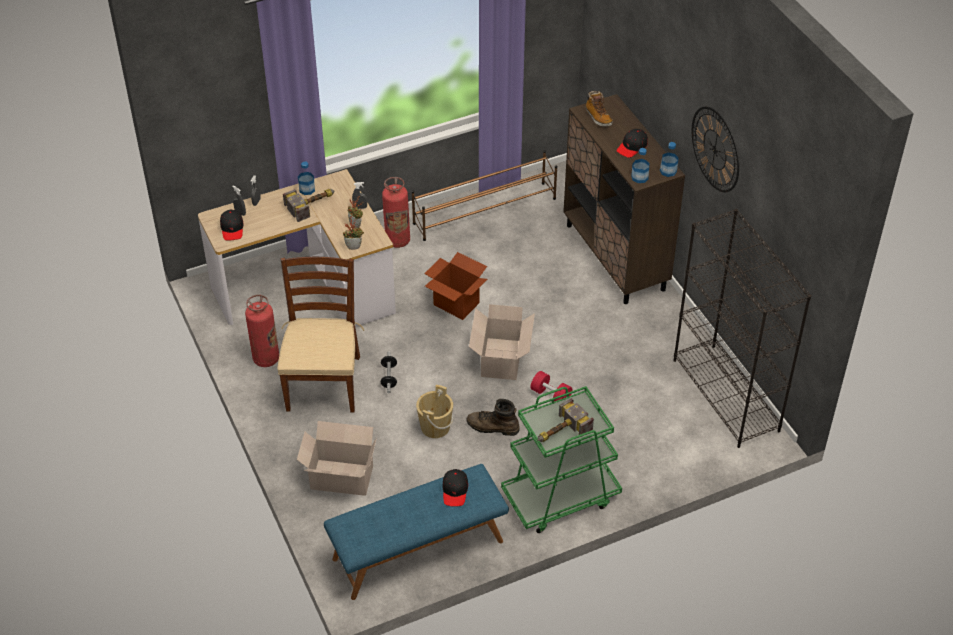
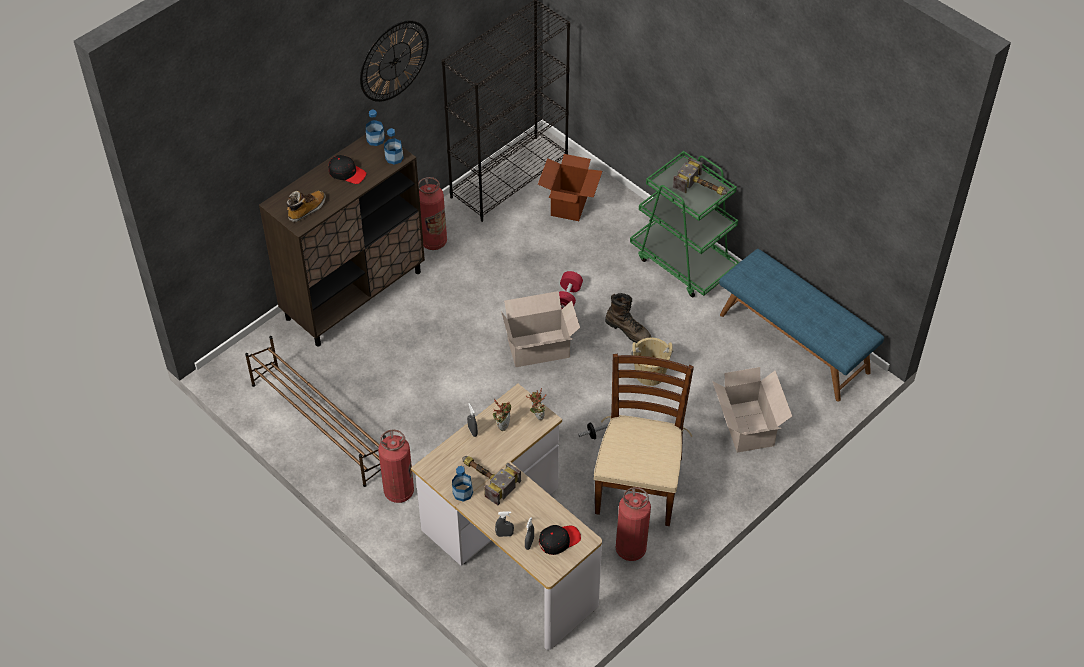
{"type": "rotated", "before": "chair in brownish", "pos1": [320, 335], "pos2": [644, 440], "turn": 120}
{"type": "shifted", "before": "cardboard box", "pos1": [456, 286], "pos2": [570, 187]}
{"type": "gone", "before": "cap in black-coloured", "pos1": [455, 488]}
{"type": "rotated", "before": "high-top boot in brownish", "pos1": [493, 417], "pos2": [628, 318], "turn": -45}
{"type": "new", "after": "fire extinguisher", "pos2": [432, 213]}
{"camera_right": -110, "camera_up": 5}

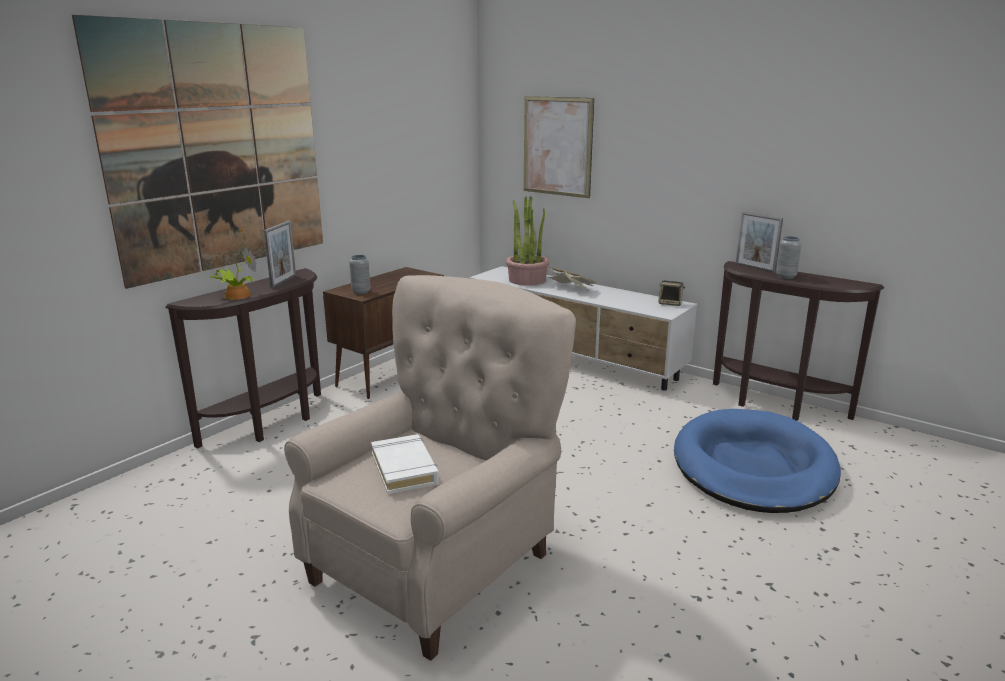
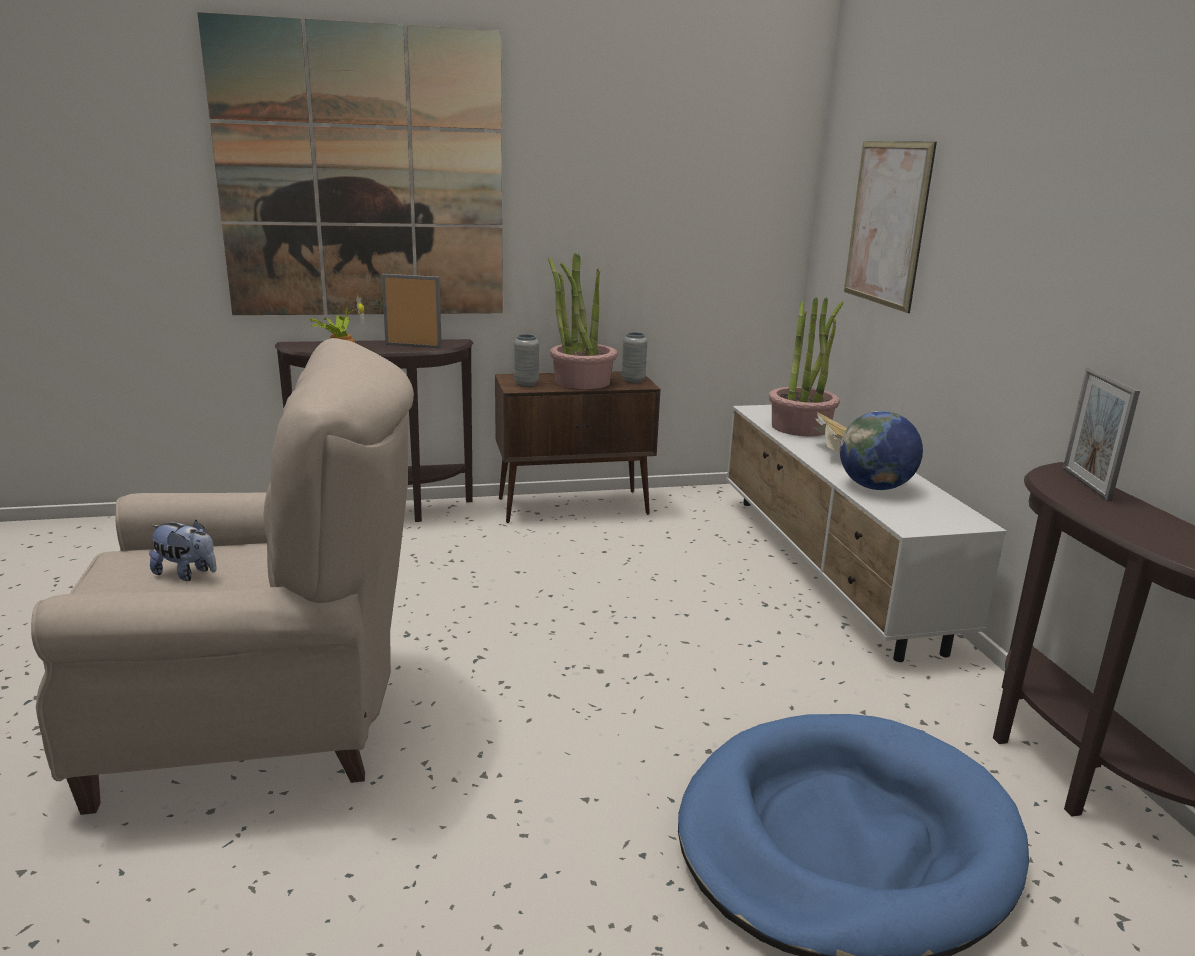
{"type": "rotated", "before": "photo frame", "pos1": [280, 254], "pos2": [412, 311], "turn": -135}
{"type": "swapped", "before": "bound book in white-coloured", "after": "cuddly toy", "pos1": [405, 464], "pos2": [183, 550]}
{"type": "gone", "before": "audio speaker", "pos1": [671, 293]}
{"type": "shifted", "before": "flower vase in grey", "pos1": [789, 257], "pos2": [635, 357]}
{"type": "new", "after": "houseplant", "pos2": [582, 321]}
{"type": "new", "after": "globe", "pos2": [881, 450]}
{"camera_right": 40, "camera_up": 0}

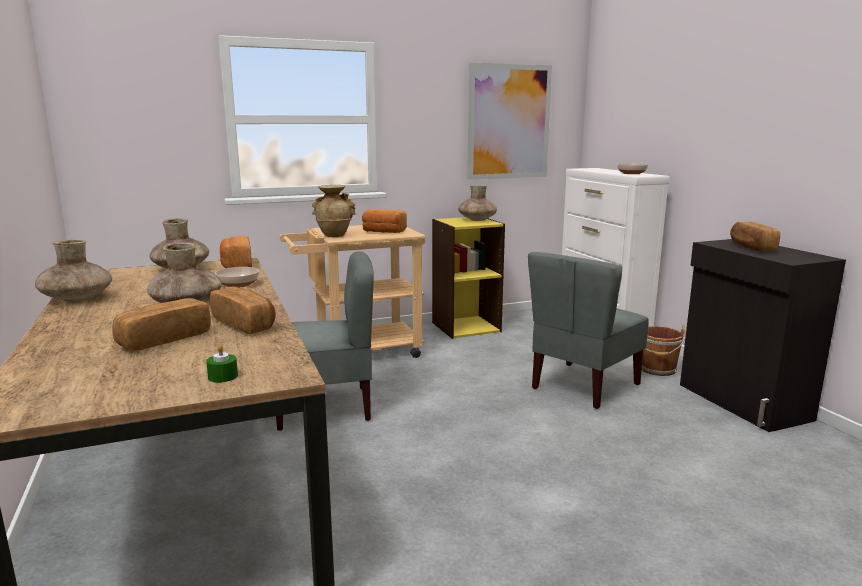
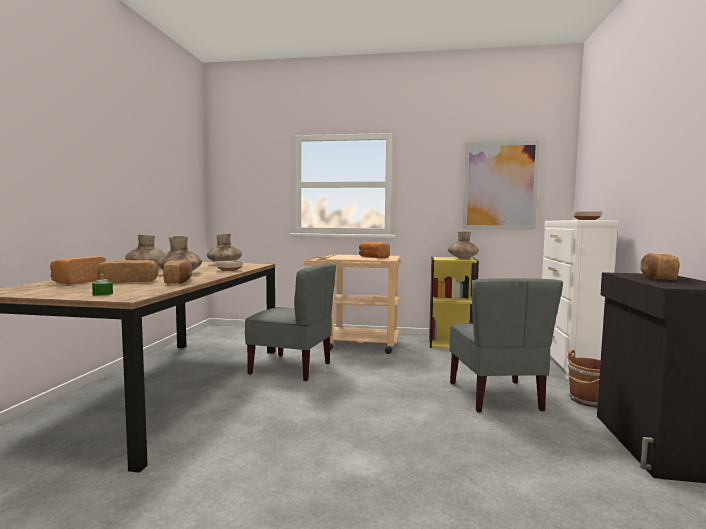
{"type": "shifted", "before": "bread", "pos1": [236, 251], "pos2": [78, 270]}
{"type": "gone", "before": "flower vase in sand-coloured", "pos1": [334, 211]}
{"type": "rotated", "before": "chair in grey", "pos1": [588, 330], "pos2": [506, 345], "turn": -75}
{"camera_right": 30, "camera_up": -10}

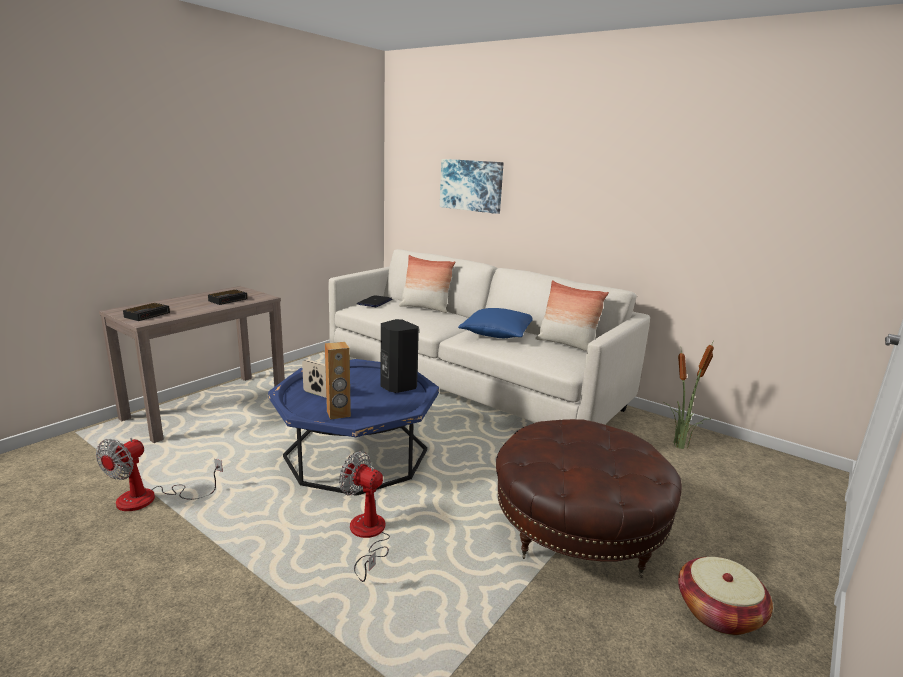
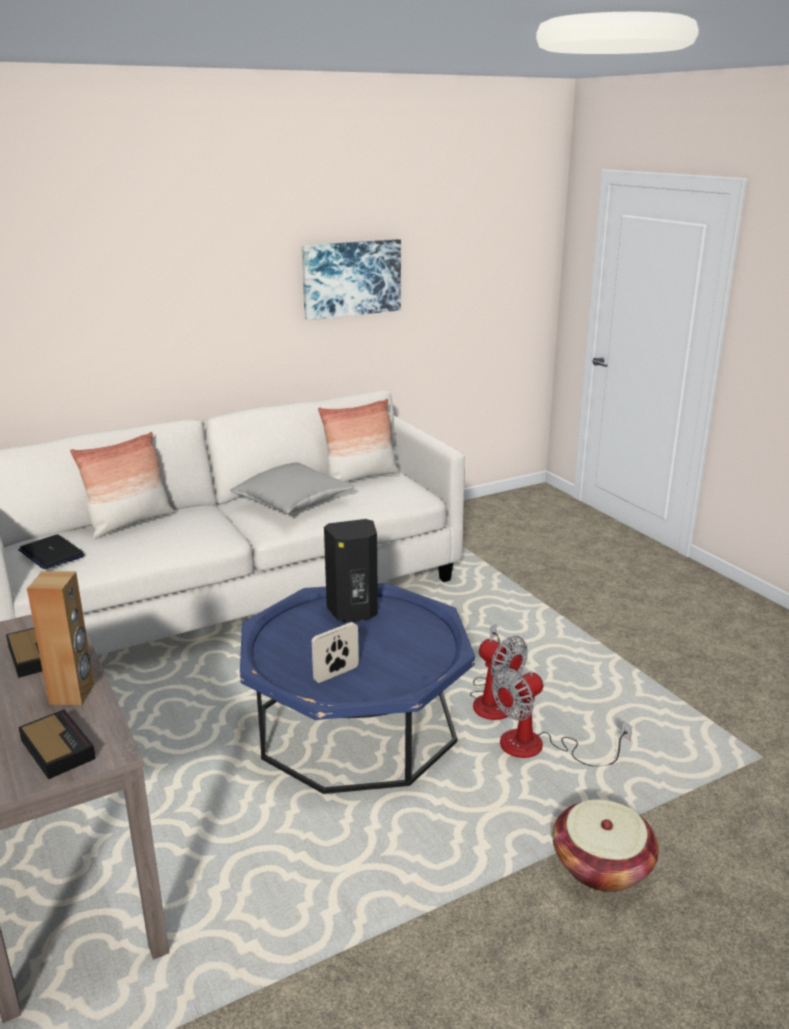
{"type": "shifted", "before": "fan", "pos1": [159, 474], "pos2": [499, 671]}
{"type": "shifted", "before": "audio speaker in brownish", "pos1": [338, 381], "pos2": [61, 638]}
{"type": "shifted", "before": "wall picture", "pos1": [472, 186], "pos2": [351, 279]}
{"type": "repainted", "before": "pillow in blue-coloured", "after": "pillow in grey", "pos1": [495, 323], "pos2": [292, 488]}
{"type": "gone", "before": "footrest in brownish", "pos1": [589, 498]}
{"type": "gone", "before": "houseplant", "pos1": [689, 393]}
{"type": "shifted", "before": "basket", "pos1": [725, 596], "pos2": [606, 845]}
{"camera_right": -65, "camera_up": 5}

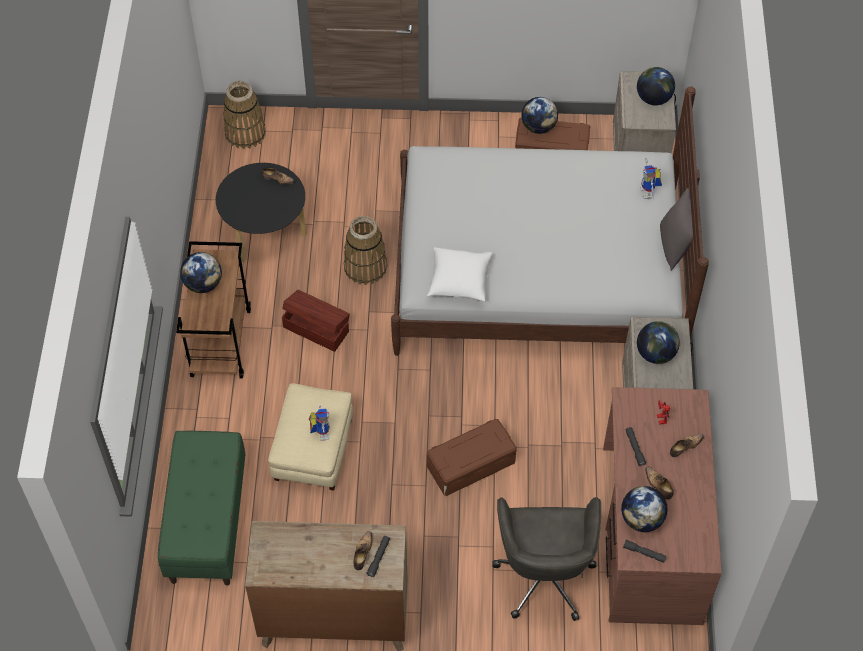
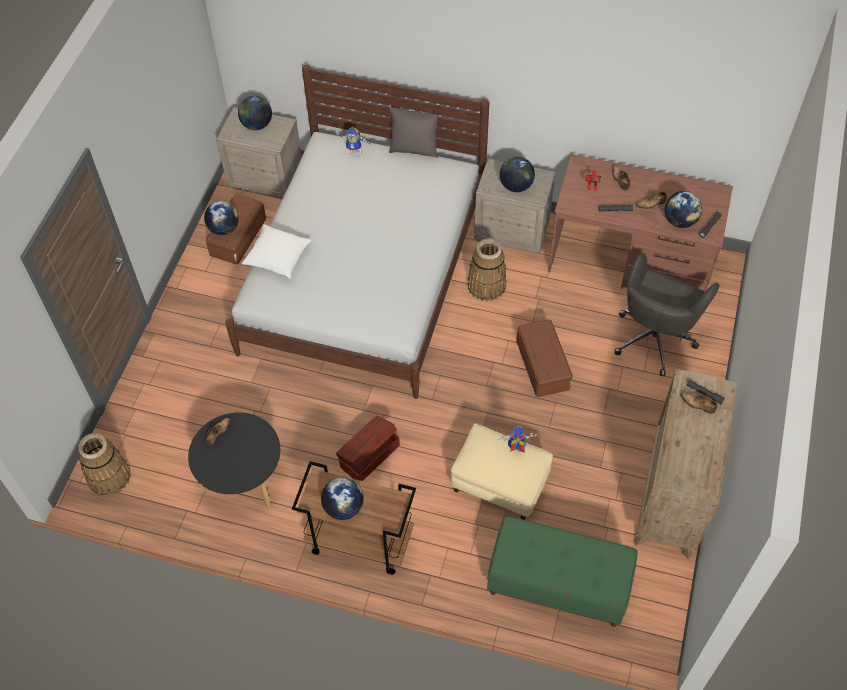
{"type": "shifted", "before": "basket", "pos1": [365, 250], "pos2": [487, 269]}
{"type": "shifted", "before": "pillow in white-coloured", "pos1": [460, 274], "pos2": [276, 251]}
{"type": "rotated", "before": "computer chair in grey", "pos1": [546, 559], "pos2": [667, 314], "turn": 105}
{"camera_right": -75, "camera_up": 0}

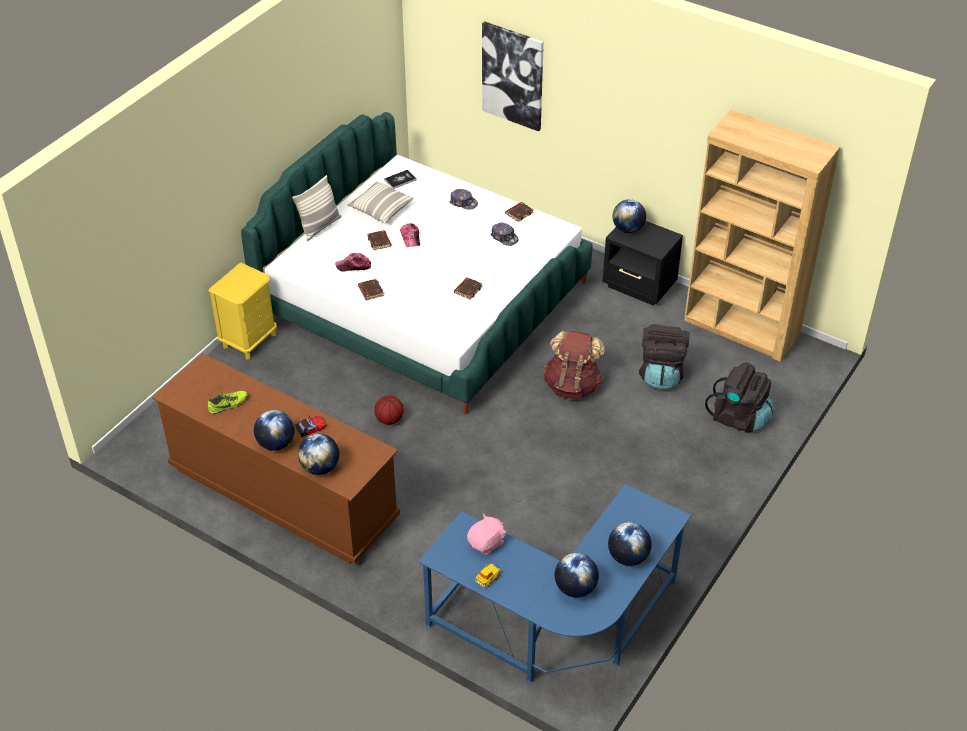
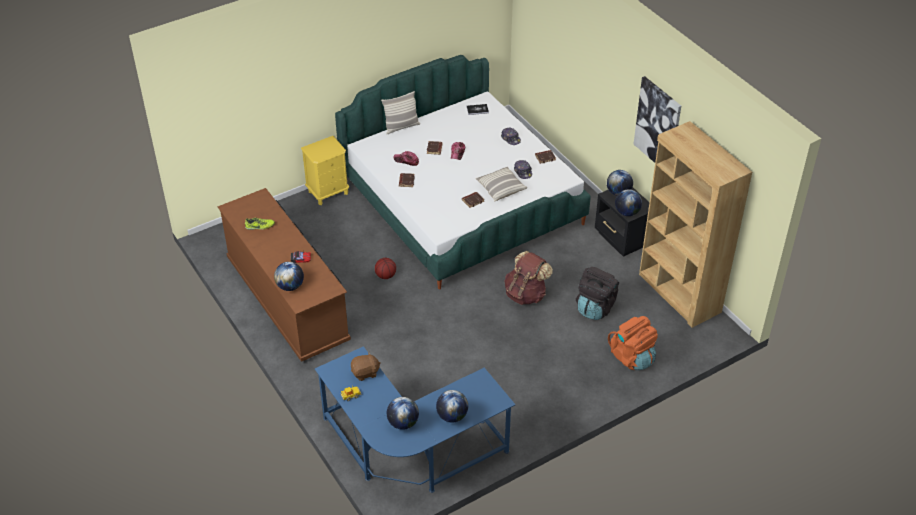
{"type": "shifted", "before": "globe", "pos1": [274, 430], "pos2": [628, 202]}
{"type": "shifted", "before": "pillow", "pos1": [380, 202], "pos2": [501, 183]}
{"type": "repainted", "before": "cuddly toy in pinkish", "after": "cuddly toy in brownish", "pos1": [486, 534], "pos2": [366, 366]}
{"type": "shifted", "before": "wall picture", "pos1": [513, 76], "pos2": [657, 119]}
{"type": "repainted", "before": "backpack in black-coloured", "after": "backpack in orange-coloured", "pos1": [739, 398], "pos2": [633, 343]}
{"camera_right": 25, "camera_up": 0}

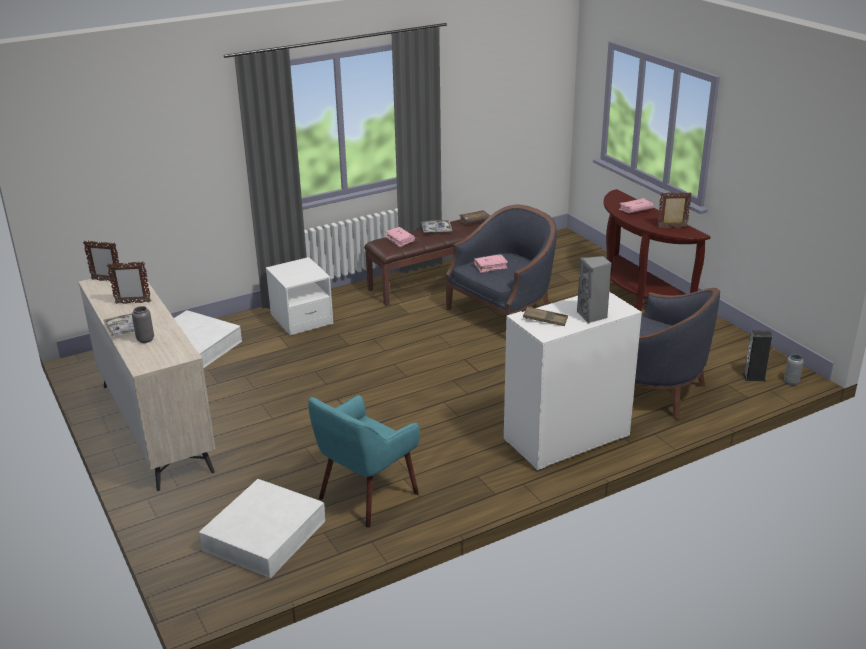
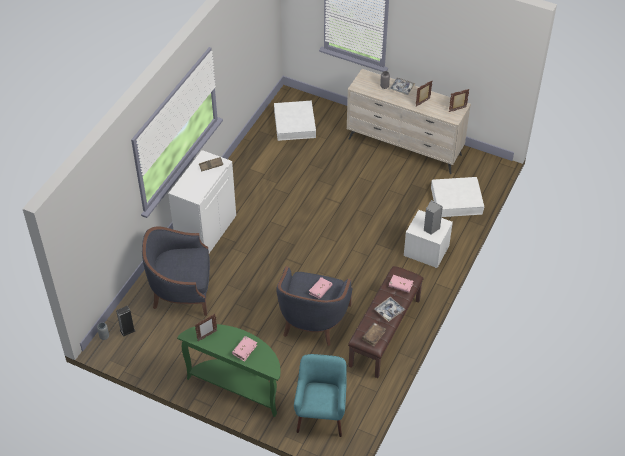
{"type": "shifted", "before": "easy chair in turquoise-coloured", "pos1": [364, 461], "pos2": [320, 395]}
{"type": "shifted", "before": "audio speaker in grey", "pos1": [594, 290], "pos2": [433, 217]}
{"type": "repainted", "before": "hall table in brownish", "after": "hall table in green", "pos1": [657, 250], "pos2": [228, 370]}
{"camera_right": 145, "camera_up": 20}

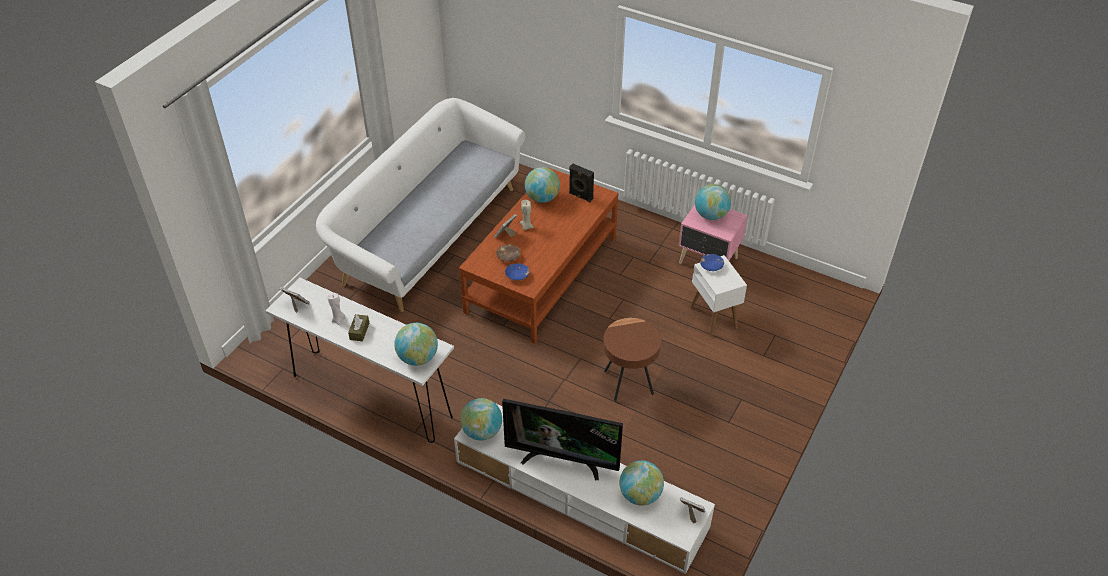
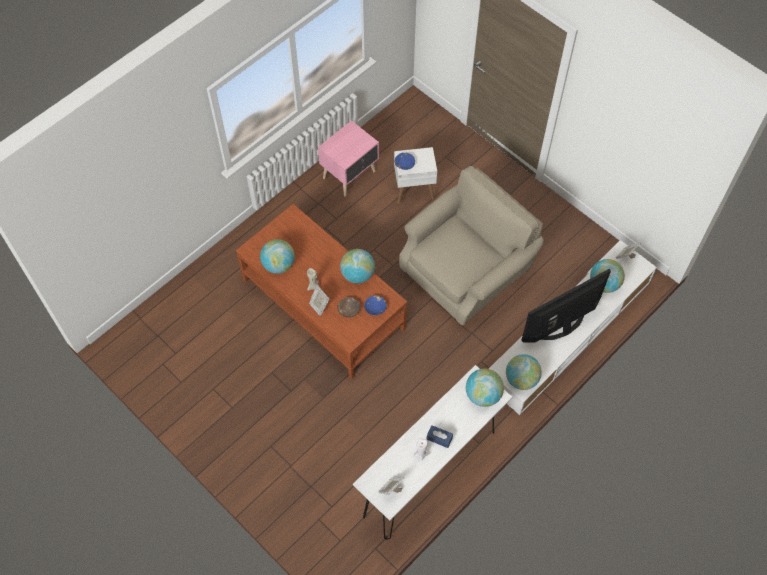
{"type": "gone", "before": "settee in white-coloured", "pos1": [420, 205]}
{"type": "repainted", "before": "tissue holder in brownish", "after": "tissue holder in blue-coloured", "pos1": [358, 327], "pos2": [439, 436]}
{"type": "rotated", "before": "TV", "pos1": [562, 439], "pos2": [566, 305], "turn": -150}
{"type": "gone", "before": "audio speaker in black-coloured", "pos1": [581, 183]}
{"type": "swapped", "before": "side table in brownish", "after": "easy chair in sand-coloured", "pos1": [632, 360], "pos2": [471, 245]}
{"type": "shifted", "before": "globe", "pos1": [713, 202], "pos2": [357, 266]}
{"camera_right": -75, "camera_up": 15}

